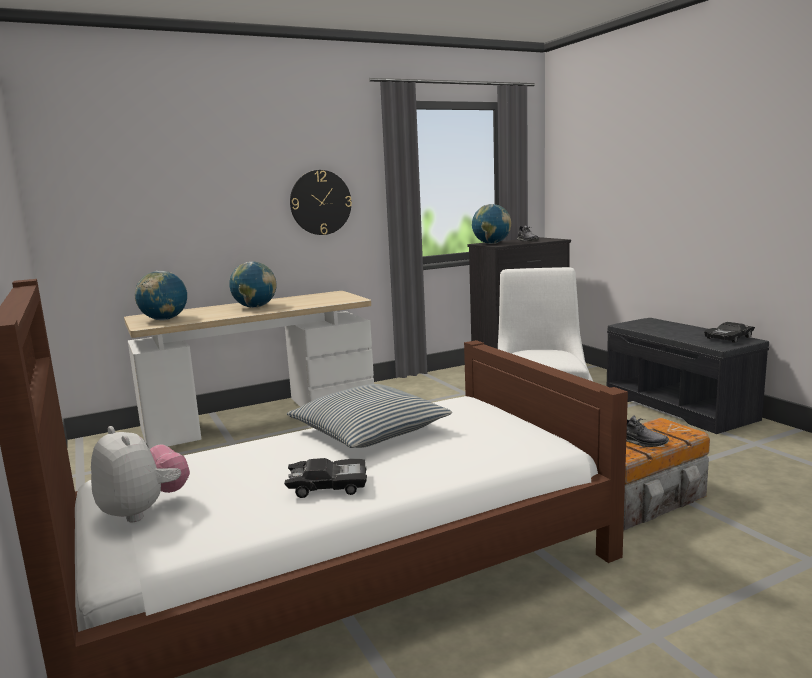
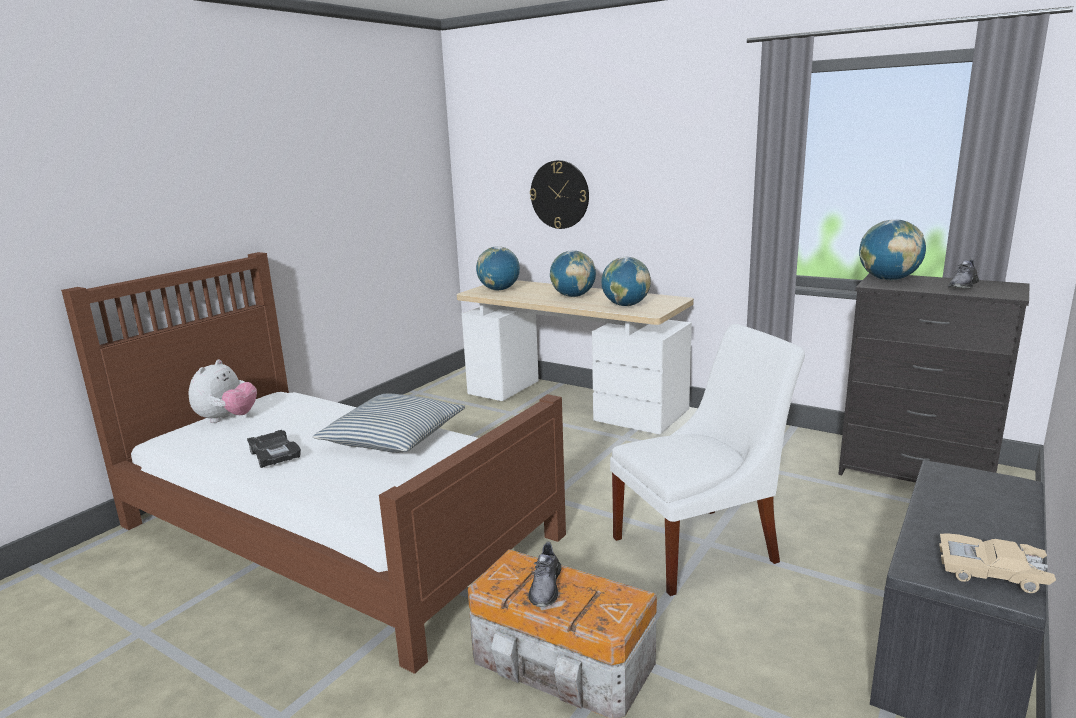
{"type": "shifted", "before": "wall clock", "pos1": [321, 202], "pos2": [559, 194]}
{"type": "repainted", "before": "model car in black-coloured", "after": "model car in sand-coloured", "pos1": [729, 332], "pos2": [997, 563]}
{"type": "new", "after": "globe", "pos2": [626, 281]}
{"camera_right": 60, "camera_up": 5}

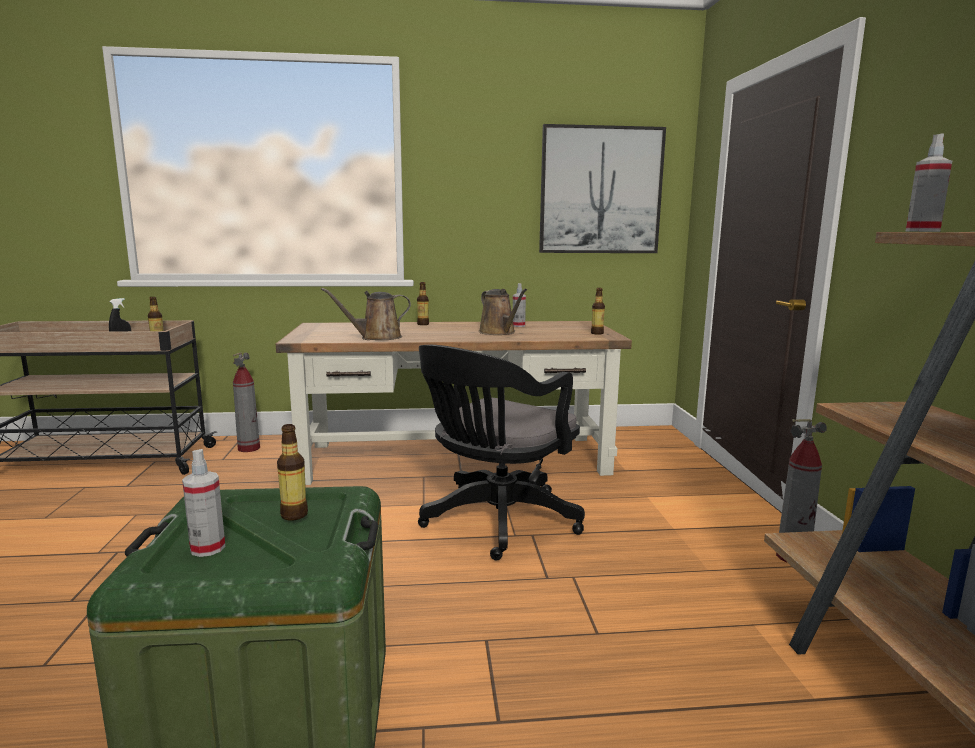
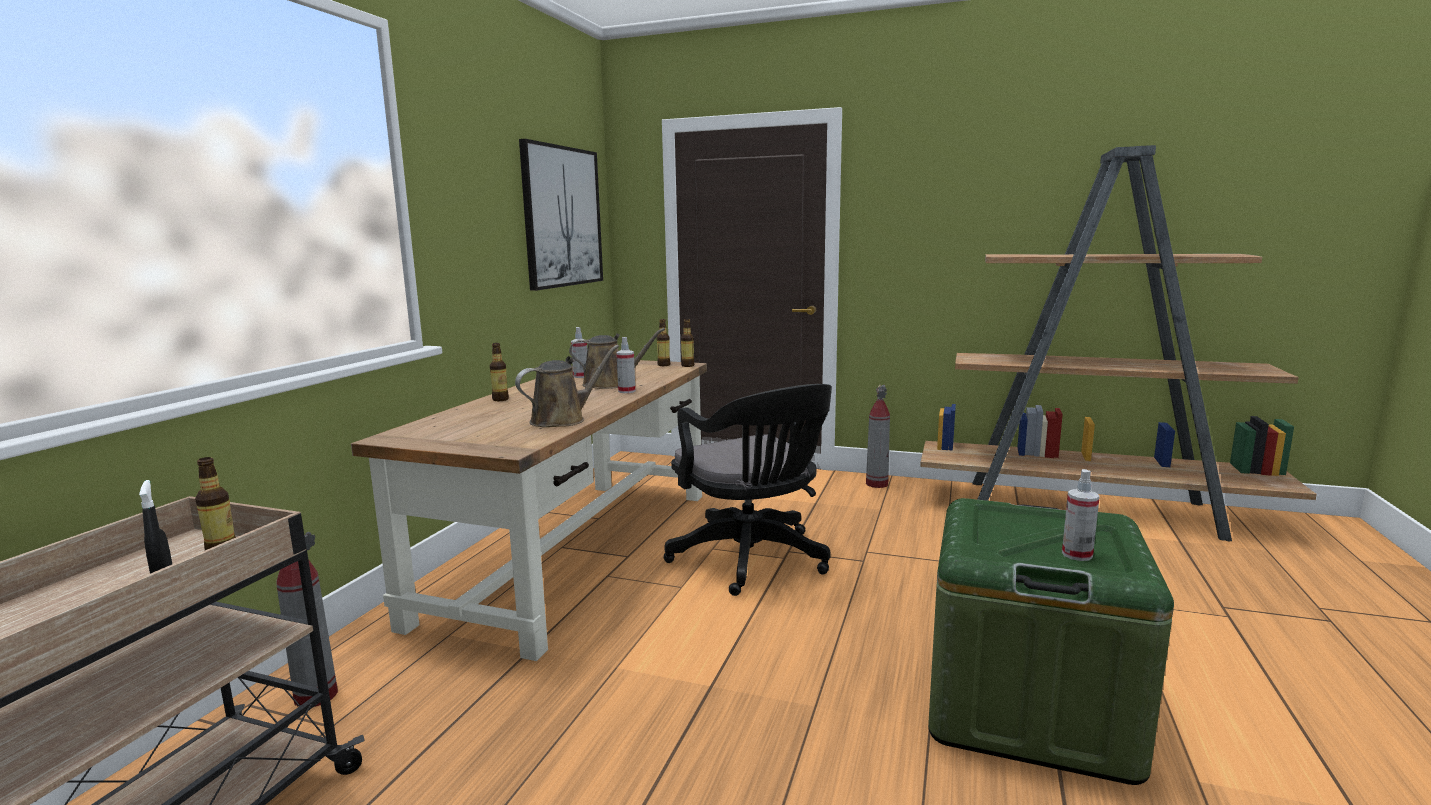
{"type": "shifted", "before": "drink bottle", "pos1": [292, 472], "pos2": [687, 343]}
{"type": "rotated", "before": "watering can in brownish", "pos1": [366, 314], "pos2": [567, 386], "turn": -135}
{"type": "shifted", "before": "hand sprayer", "pos1": [928, 183], "pos2": [625, 365]}
{"camera_right": -65, "camera_up": 0}

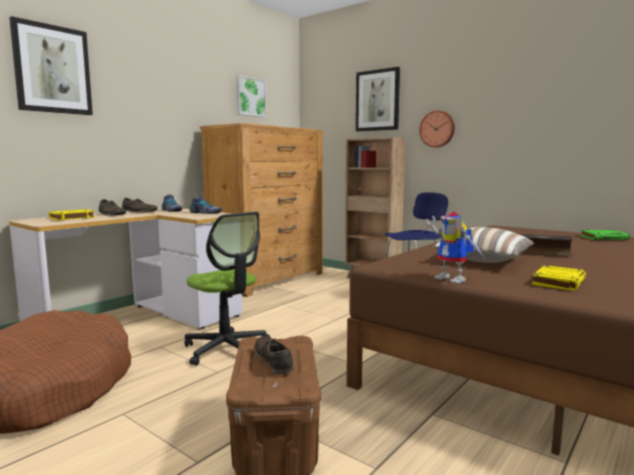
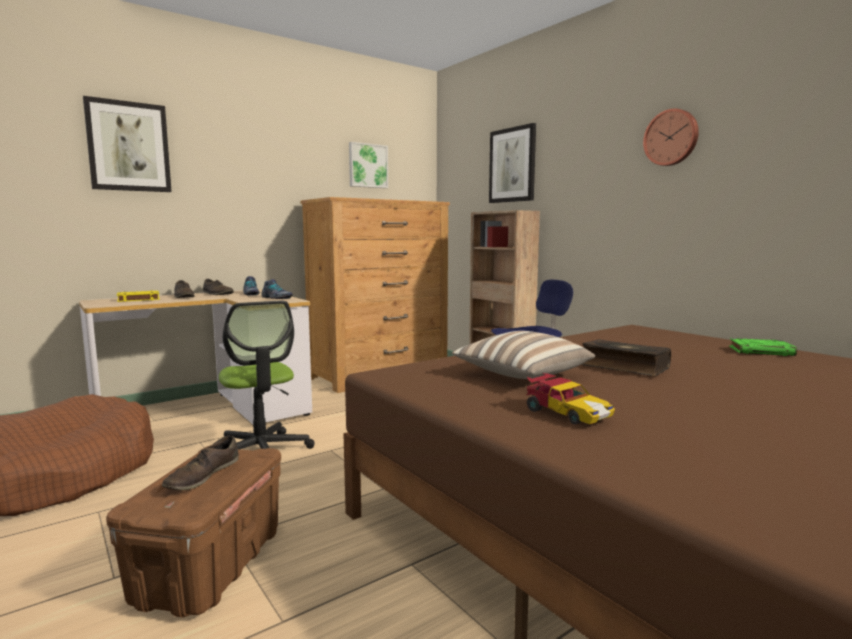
{"type": "rotated", "before": "low shoe in brownish", "pos1": [274, 356], "pos2": [200, 462], "turn": -150}
{"type": "shifted", "before": "wall clock", "pos1": [437, 128], "pos2": [671, 137]}
{"type": "gone", "before": "model robot", "pos1": [455, 248]}
{"type": "swapped", "before": "bound book in yellowish", "after": "model car", "pos1": [559, 278], "pos2": [570, 399]}
{"camera_right": 15, "camera_up": 0}

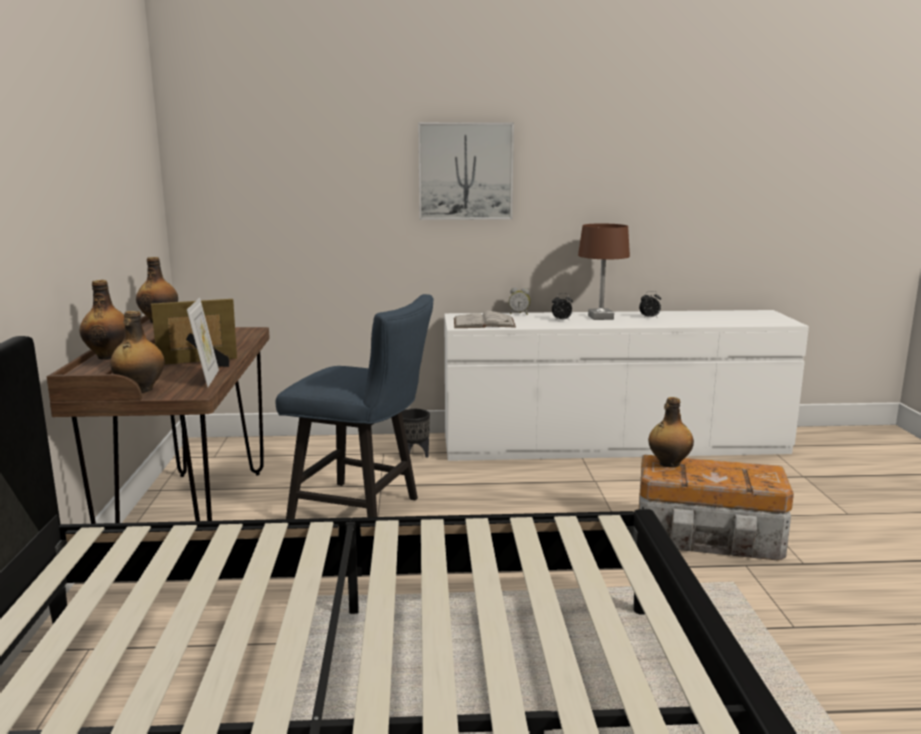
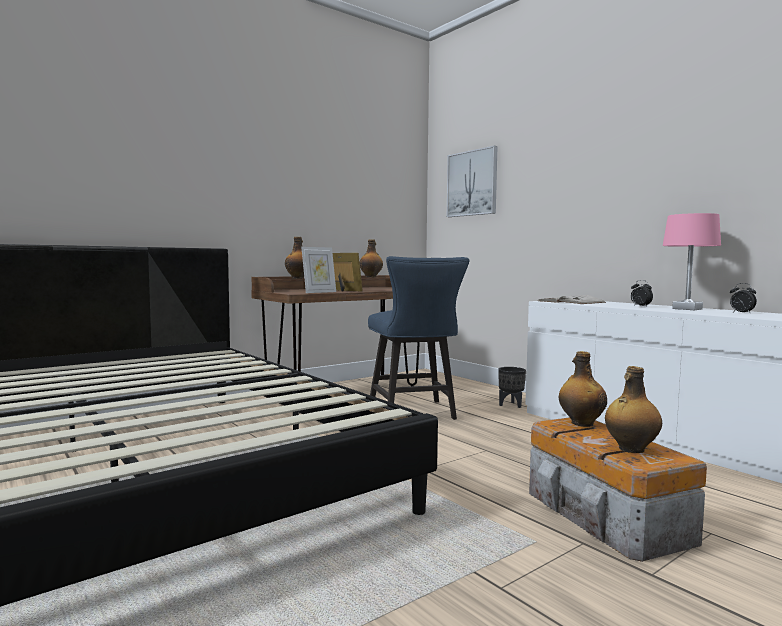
{"type": "shifted", "before": "drink bottle", "pos1": [137, 352], "pos2": [633, 409]}
{"type": "shifted", "before": "wall picture", "pos1": [466, 171], "pos2": [472, 181]}
{"type": "gone", "before": "table clock", "pos1": [519, 301]}
{"type": "repainted", "before": "lamp for a table in brownish", "after": "lamp for a table in pinkish", "pos1": [604, 271], "pos2": [692, 261]}
{"camera_right": 55, "camera_up": -10}

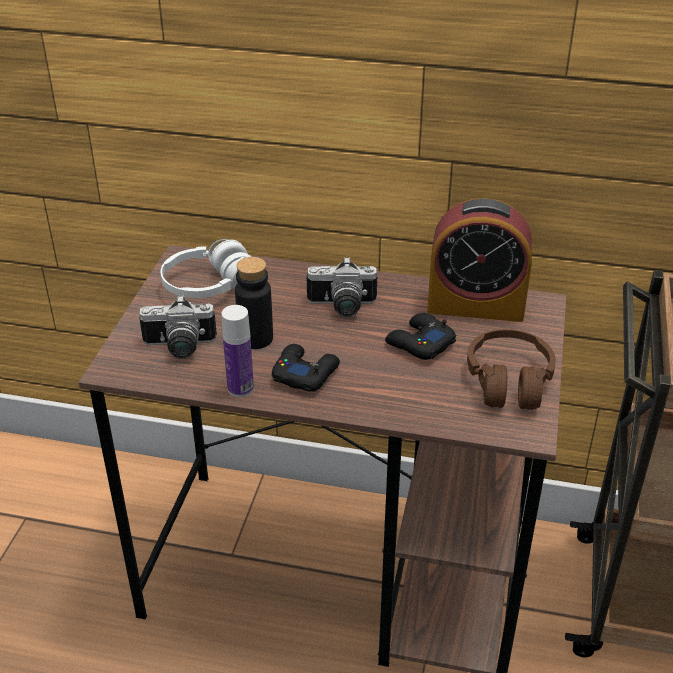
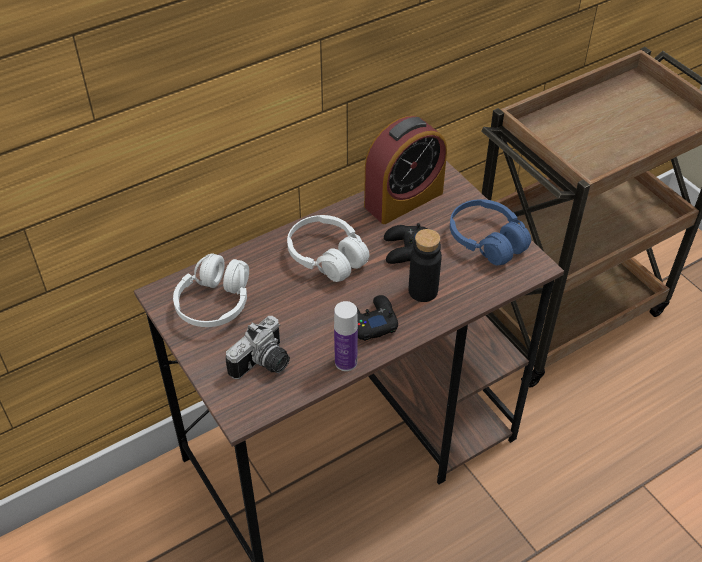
{"type": "shifted", "before": "drink bottle in black-coloured", "pos1": [254, 303], "pos2": [425, 265]}
{"type": "swapped", "before": "photo camera", "after": "headphones in white-coloured", "pos1": [342, 287], "pos2": [328, 248]}
{"type": "repainted", "before": "headphones in brownish", "after": "headphones in blue-coloured", "pos1": [511, 369], "pos2": [490, 232]}
{"camera_right": -45, "camera_up": 10}

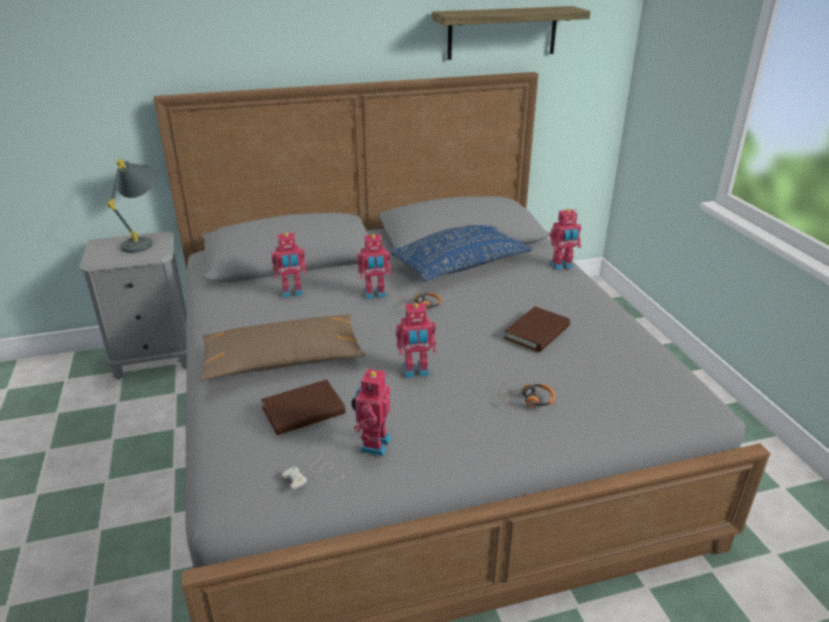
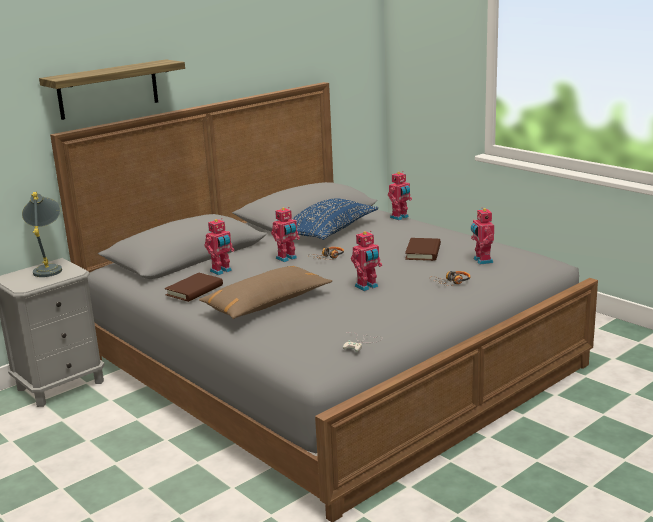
{"type": "shifted", "before": "bound book in brownish", "pos1": [303, 407], "pos2": [194, 287]}
{"type": "shifted", "before": "model robot", "pos1": [371, 411], "pos2": [482, 236]}
{"type": "shifted", "before": "shelf", "pos1": [511, 33], "pos2": [112, 89]}
{"camera_right": -25, "camera_up": -10}

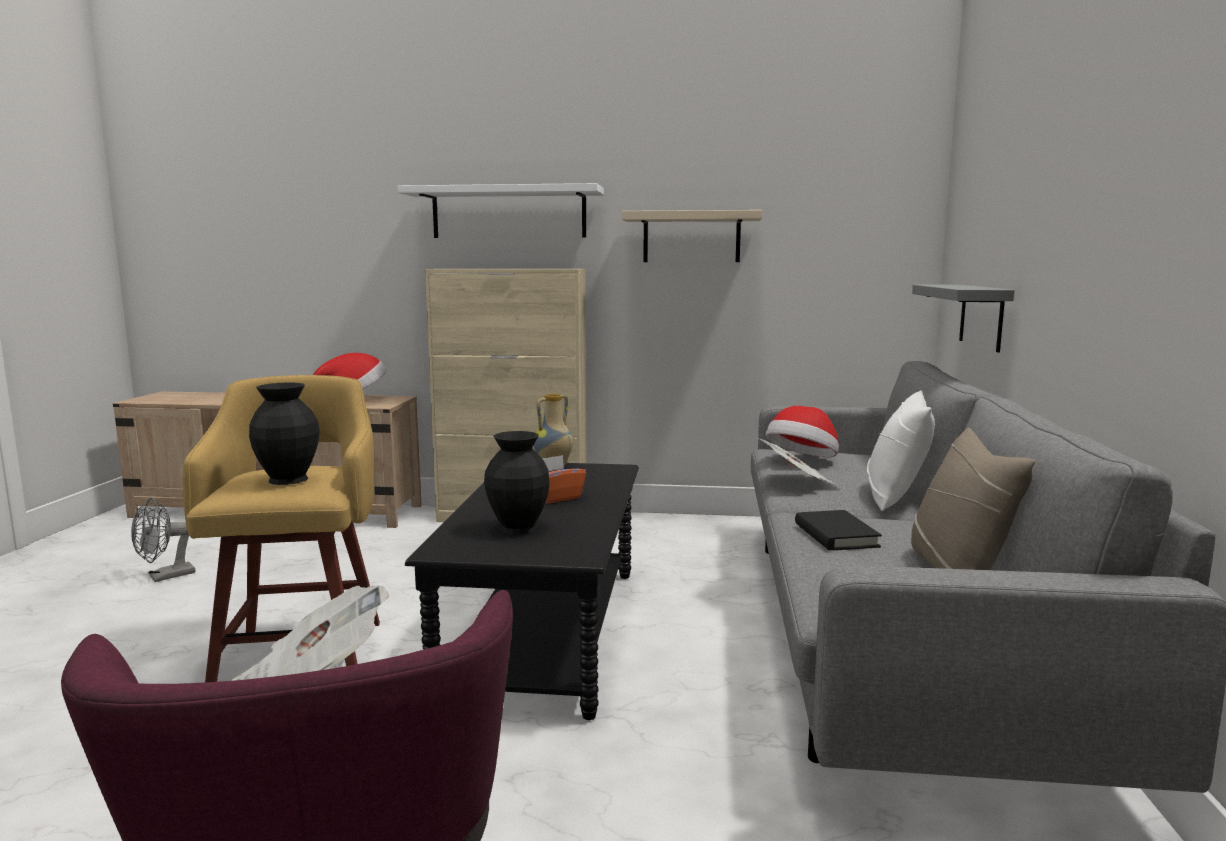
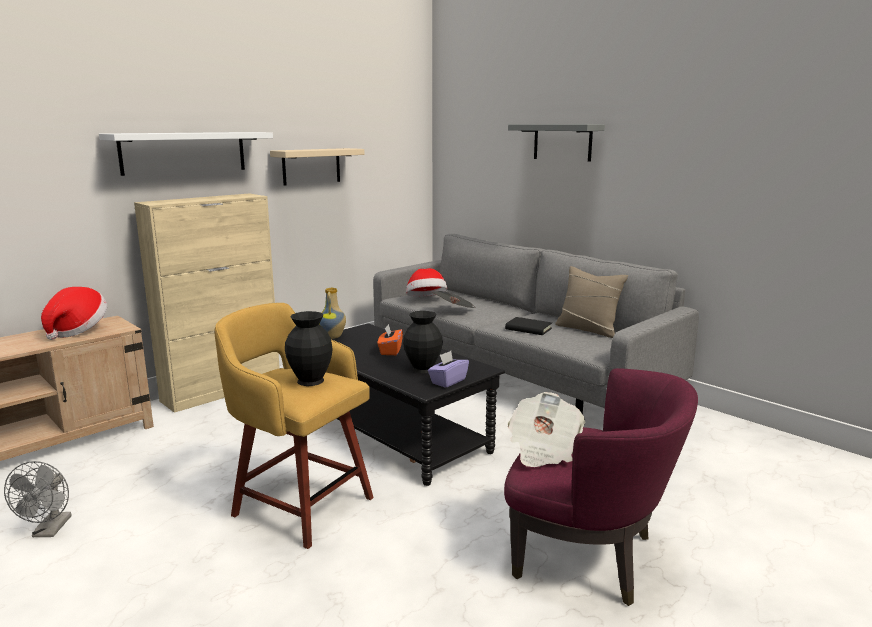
{"type": "gone", "before": "pillow in white-coloured", "pos1": [901, 450]}
{"type": "shifted", "before": "shelf in grey", "pos1": [963, 318], "pos2": [556, 142]}
{"type": "new", "after": "tissue holder in purplish", "pos2": [448, 369]}
{"camera_right": -50, "camera_up": 5}

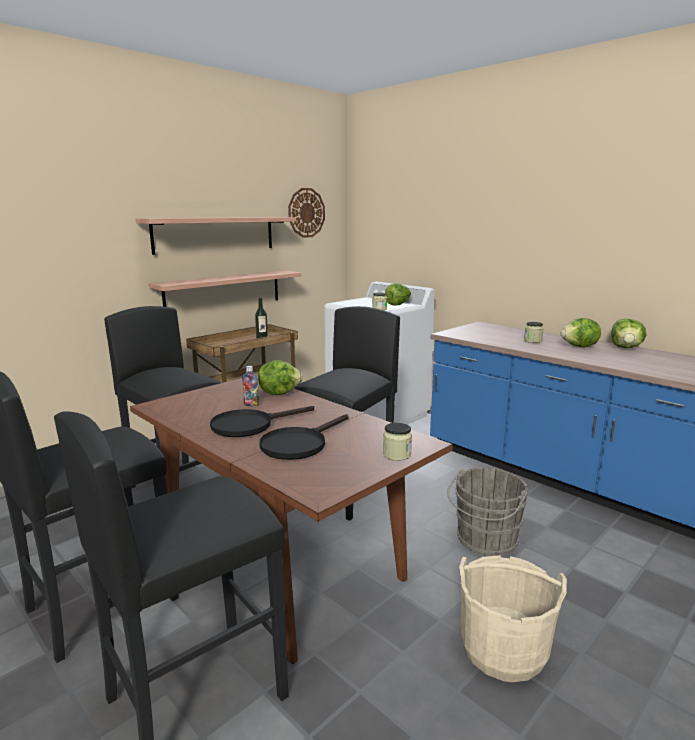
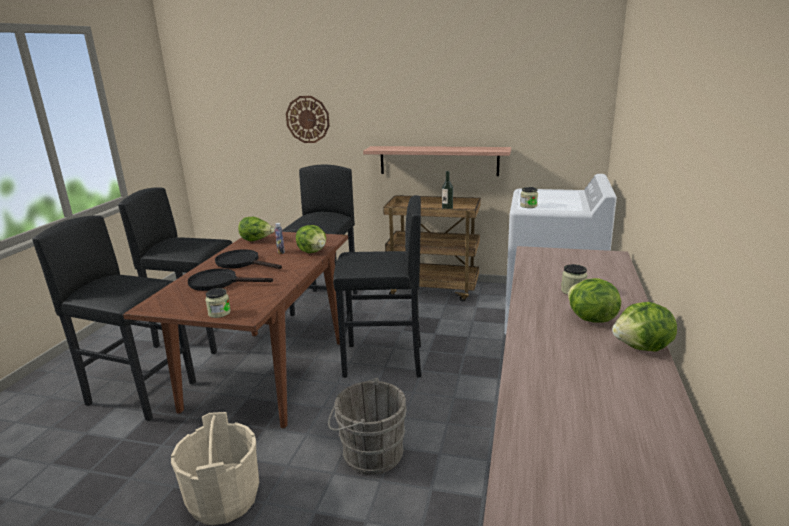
{"type": "gone", "before": "shelf", "pos1": [215, 236]}
{"type": "shifted", "before": "wall clock", "pos1": [306, 213], "pos2": [308, 119]}
{"type": "shifted", "before": "head of lettuce", "pos1": [398, 294], "pos2": [256, 229]}
{"camera_right": 60, "camera_up": 5}

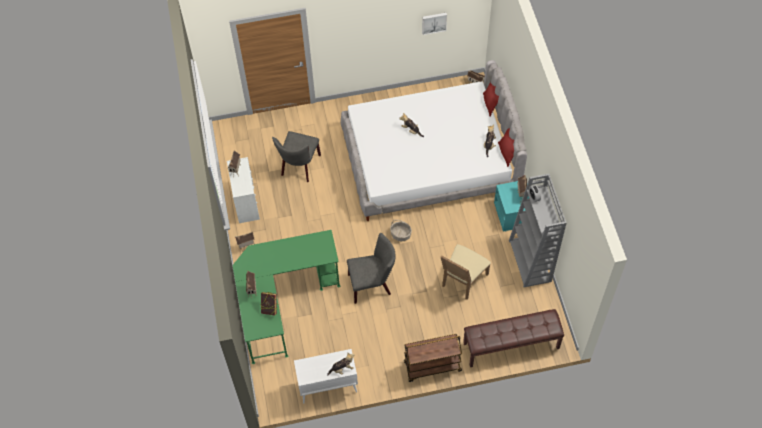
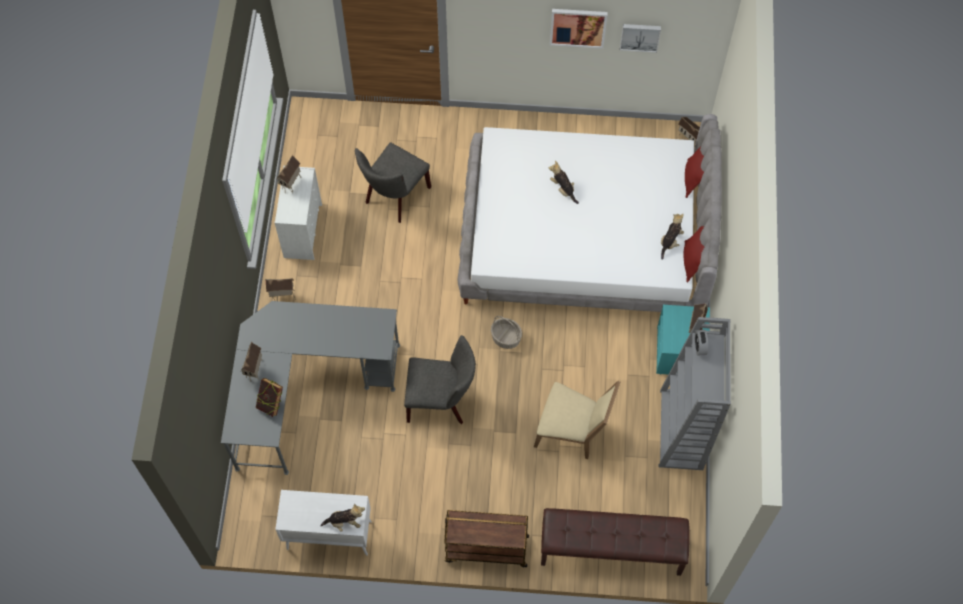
{"type": "repainted", "before": "desk unit in green", "after": "desk unit in grey", "pos1": [286, 297], "pos2": [310, 388]}
{"type": "rotated", "before": "chair in sand-coloured", "pos1": [465, 272], "pos2": [577, 420], "turn": -120}
{"type": "new", "after": "wall picture", "pos2": [579, 29]}
{"camera_right": 15, "camera_up": 5}

